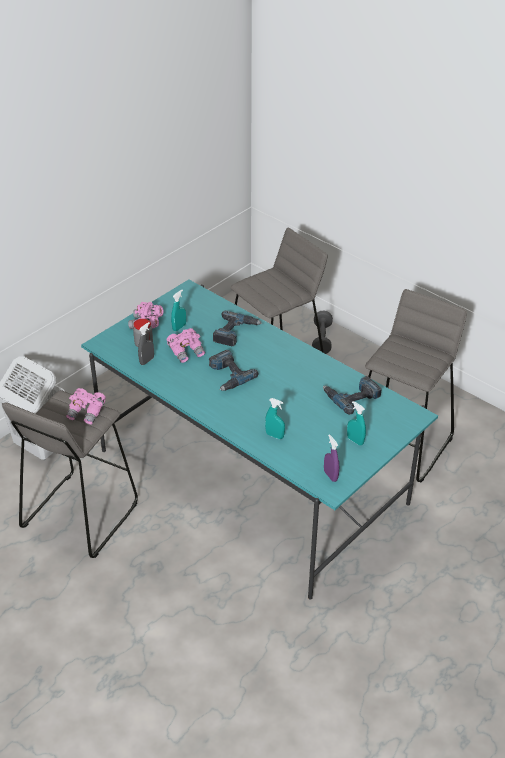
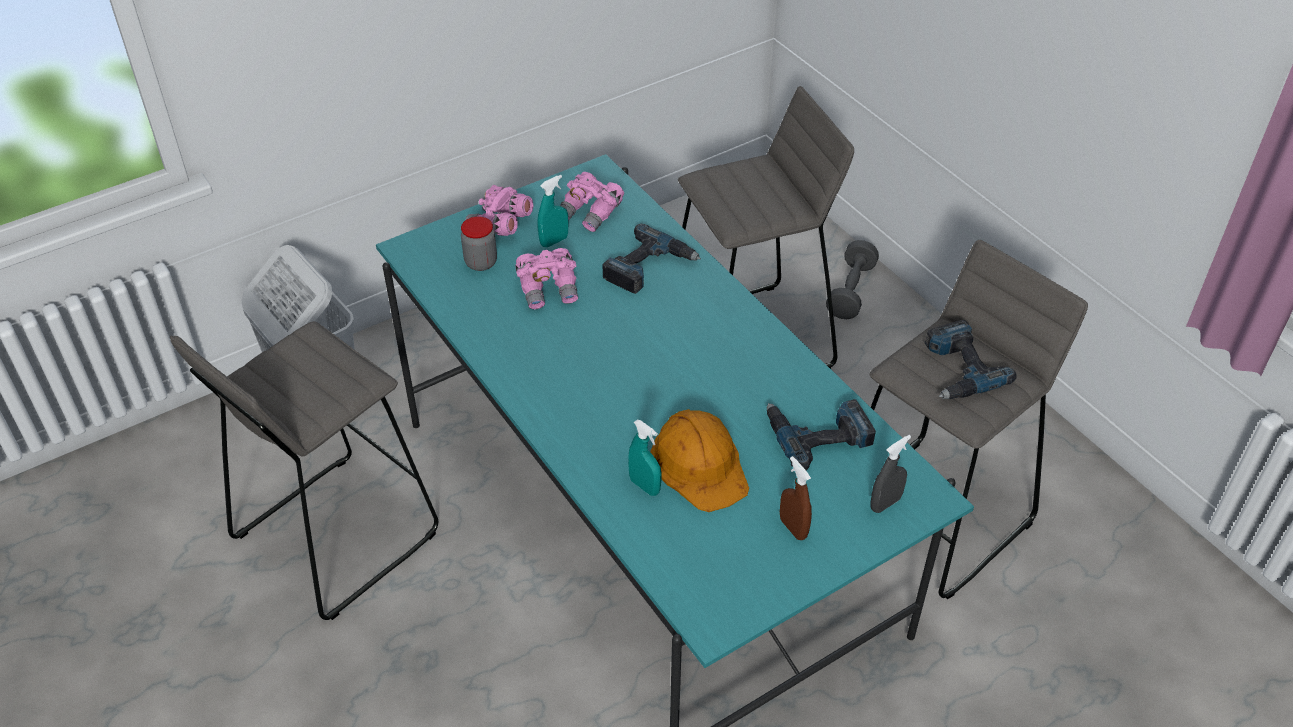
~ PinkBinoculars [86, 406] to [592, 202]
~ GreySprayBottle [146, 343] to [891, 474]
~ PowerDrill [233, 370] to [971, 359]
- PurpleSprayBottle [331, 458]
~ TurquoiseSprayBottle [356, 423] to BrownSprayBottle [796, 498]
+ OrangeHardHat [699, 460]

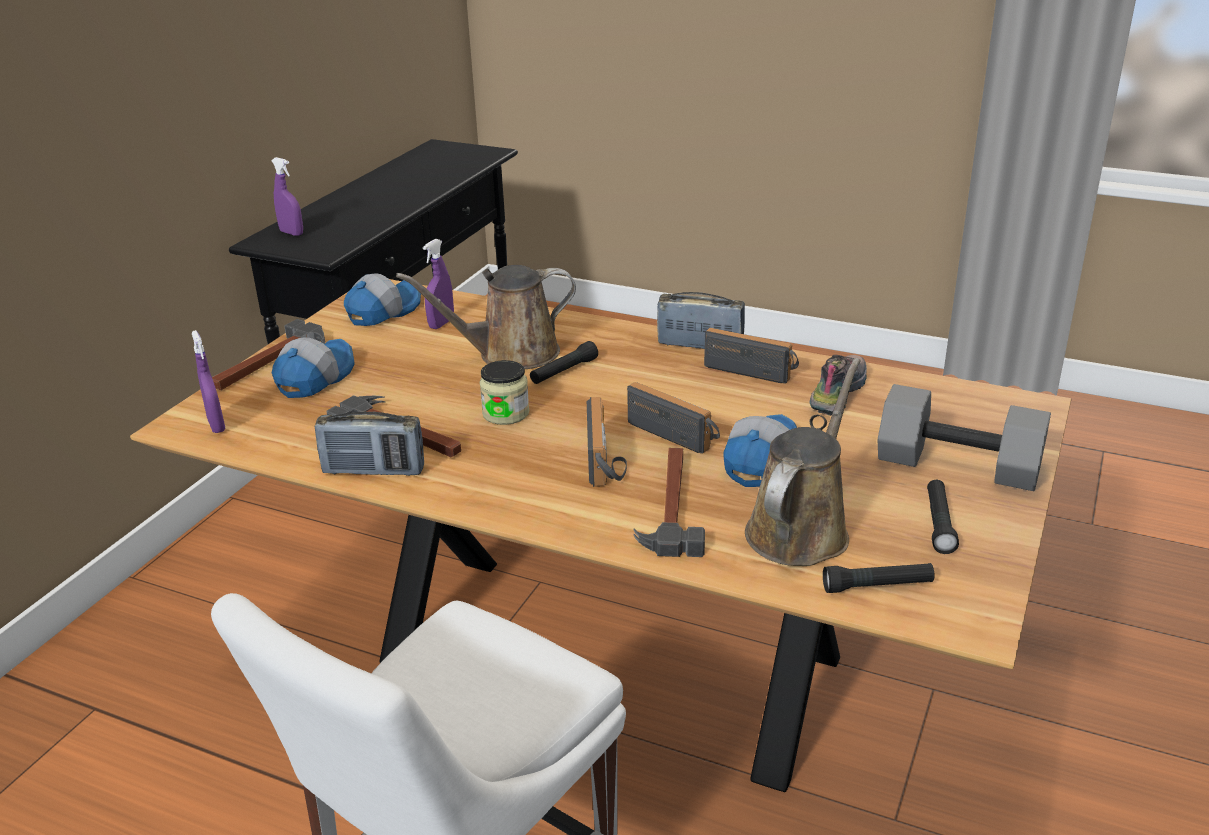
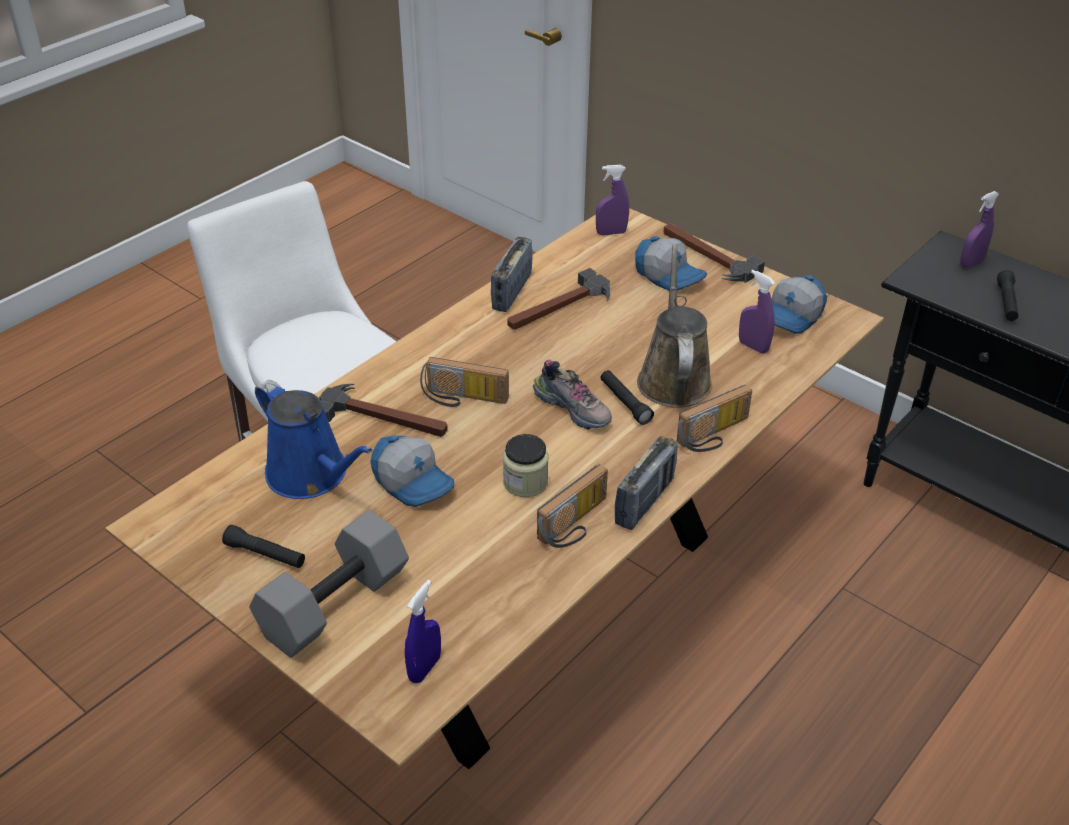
~ Cap [382, 299] = [799, 304] 75 degrees clockwise
~ Jar [504, 392] to [526, 465]
~ Radio [673, 418] to [714, 418]
~ BrownWateringCan [803, 462] to BlueWateringCan [313, 439]
~ Shoe [838, 385] to [572, 394]
~ BlackFlashlight [878, 578] to [1008, 295]
+ BlueSprayBottle [423, 631]

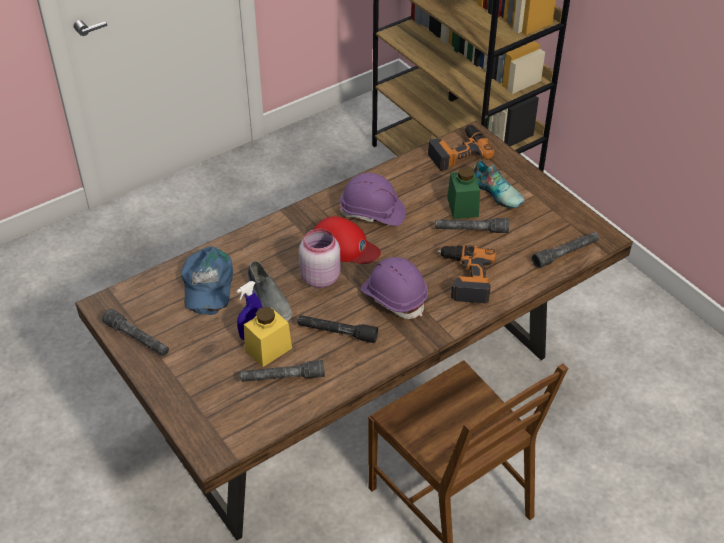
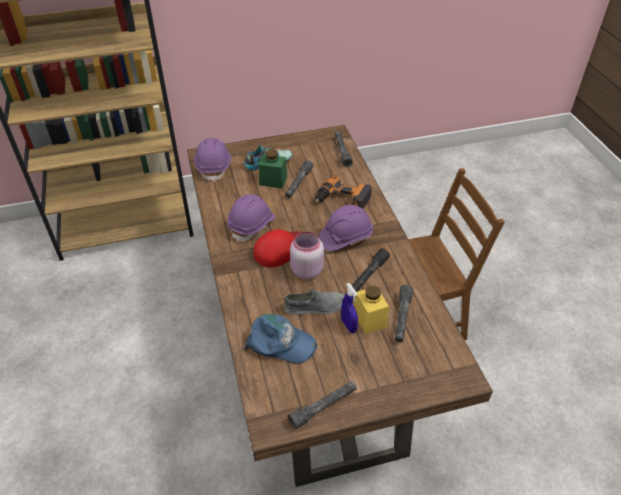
~ PowerDrill [461, 148] to PurpleHardHat [212, 160]

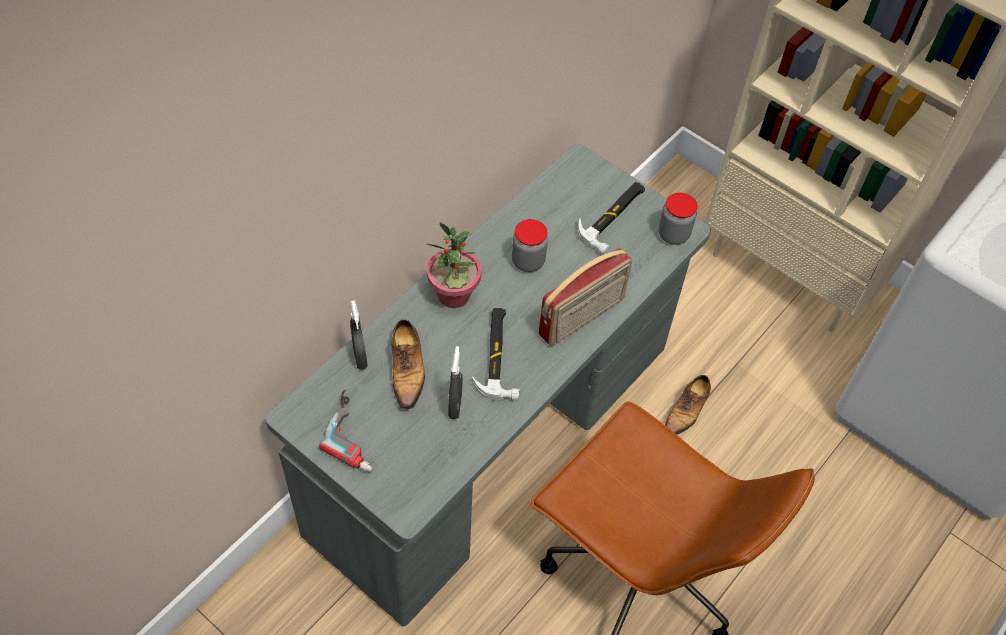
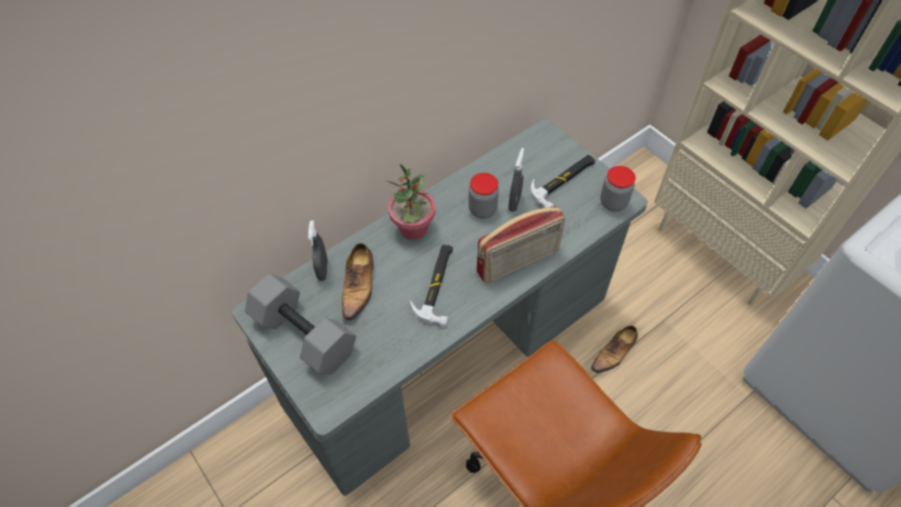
~ PowerDrill [346, 431] to GreyDumbbell [300, 324]
~ GreySprayBottle [455, 382] to [516, 180]

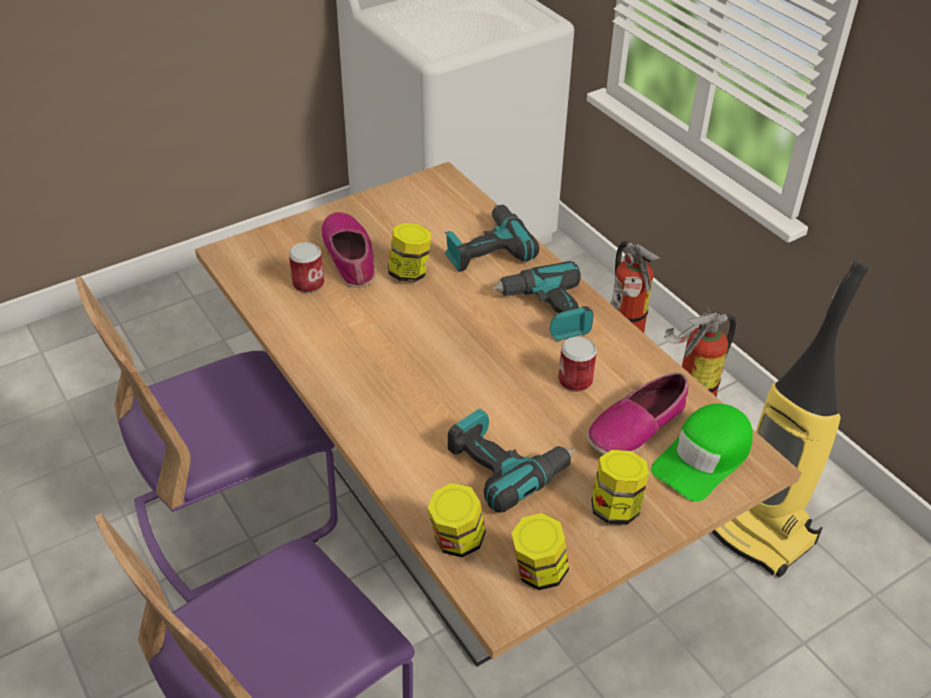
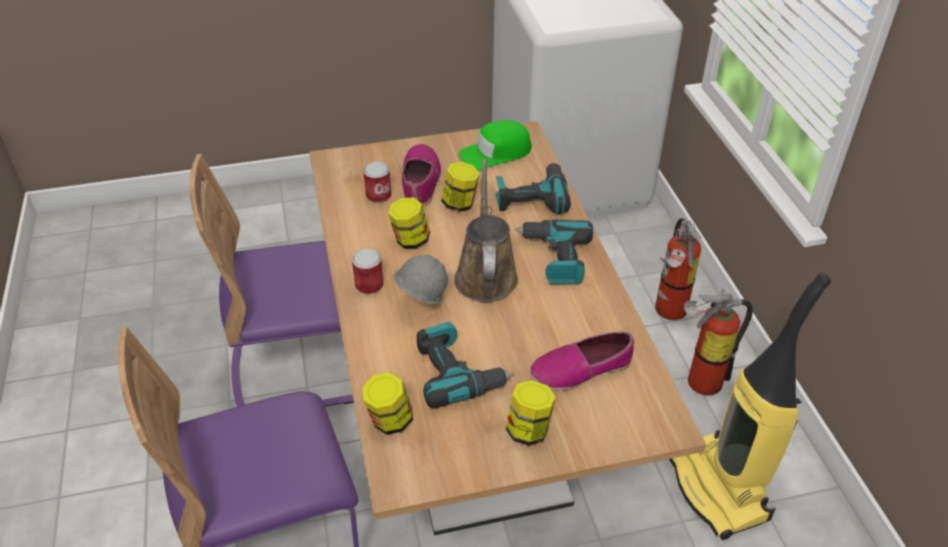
~ Jar [540, 551] to [409, 223]
~ Can [577, 364] to [368, 271]
~ GreenCap [702, 453] to [495, 145]
+ GreyHardHat [420, 279]
+ BrownWateringCan [486, 230]

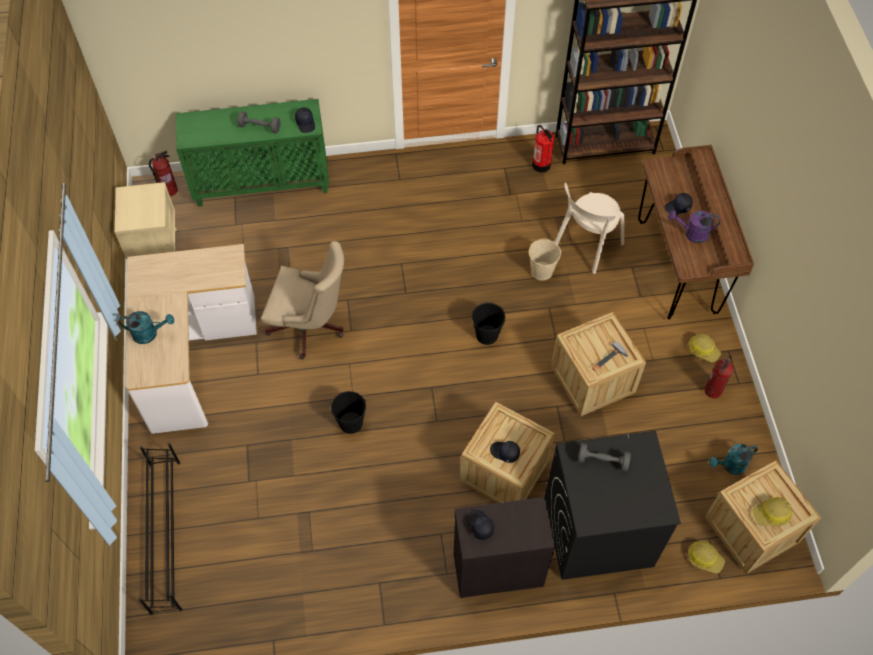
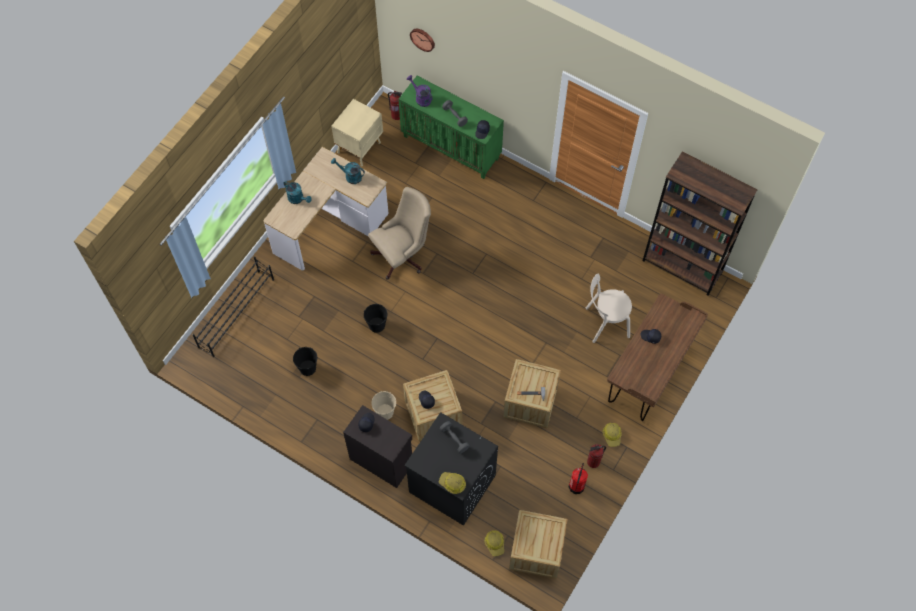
~ BeigeOfficeChair [302, 300] = [399, 233] 90 degrees counterclockwise
~ BlackBucket [488, 323] to [305, 361]
~ BeigeBucket [545, 260] to [383, 405]
~ FireExtinguisher [543, 148] to [578, 478]
~ PurpleWateringCan [694, 226] to [420, 91]
~ TurquoiseWateringCan [733, 459] to [348, 171]
~ HardHat [772, 511] to [452, 483]
+ WallClock [422, 40]

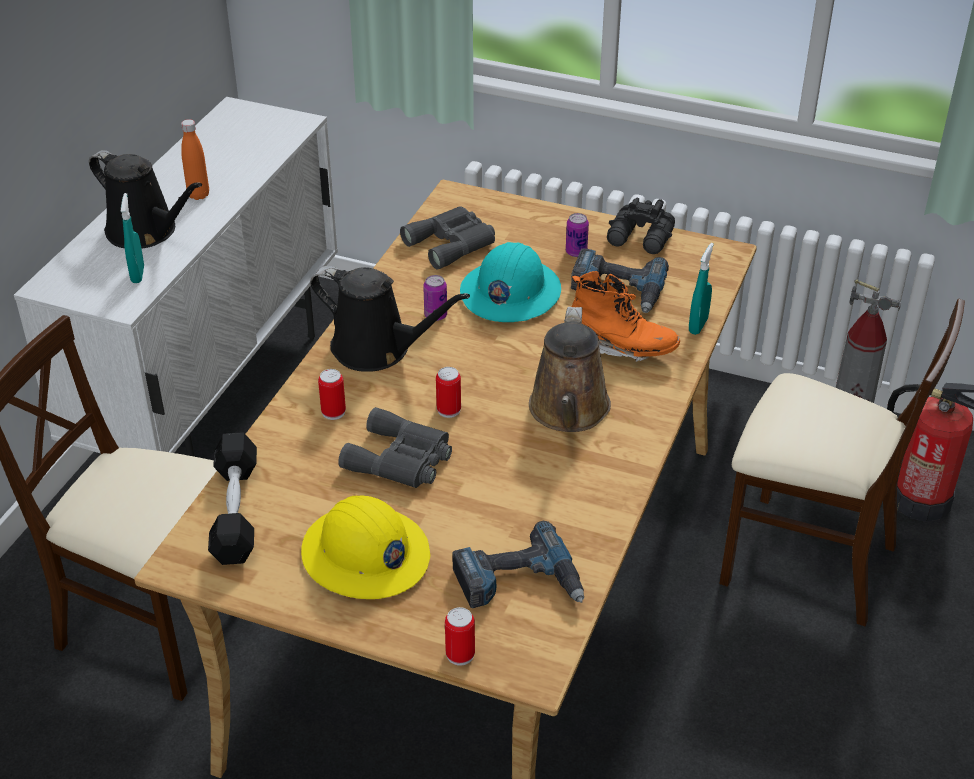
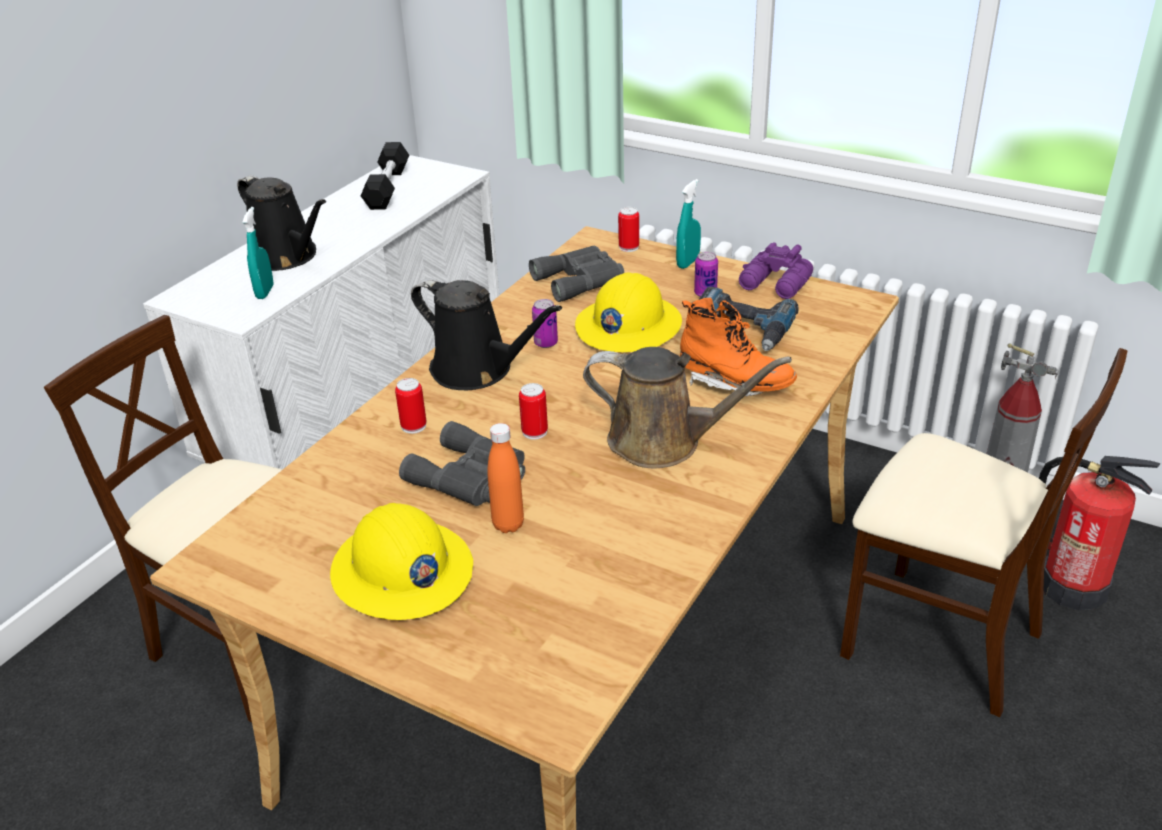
~ OrangeBottle [195, 159] to [505, 478]
~ BlackDumbbell [232, 498] to [385, 176]
~ Can [460, 636] to [628, 229]
- PowerDrill [518, 564]
~ TurquoiseHardHat [510, 282] to YellowHardHat [628, 312]
~ BrownWateringCan [570, 369] = [687, 407] 90 degrees counterclockwise
~ BlackBinoculars [641, 226] to PurpleBinoculars [776, 270]
~ TurquoiseSprayBottle [701, 289] to [688, 224]

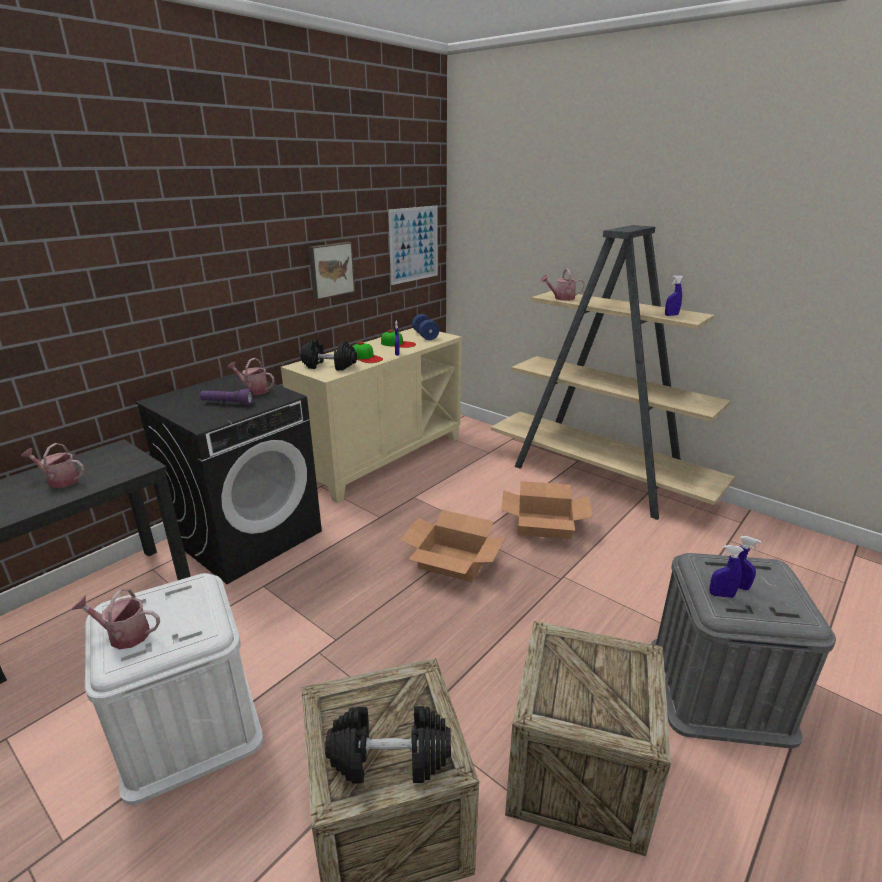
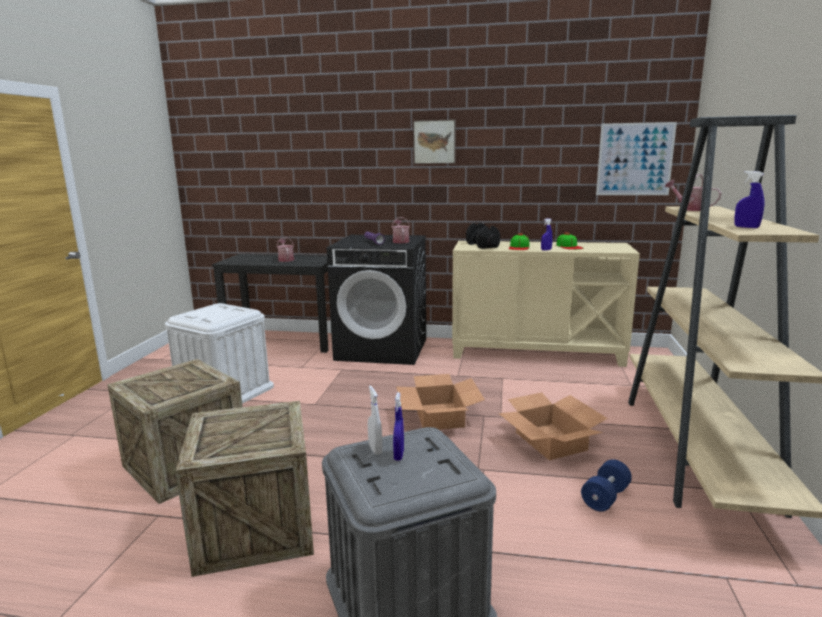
- WateringCan [116, 619]
~ Picture [332, 271] to [434, 141]
- BlackDumbbell [388, 745]
~ BlueDumbbell [425, 327] to [606, 485]
~ BlueSprayBottle [726, 571] to WhiteSprayBottle [375, 420]

